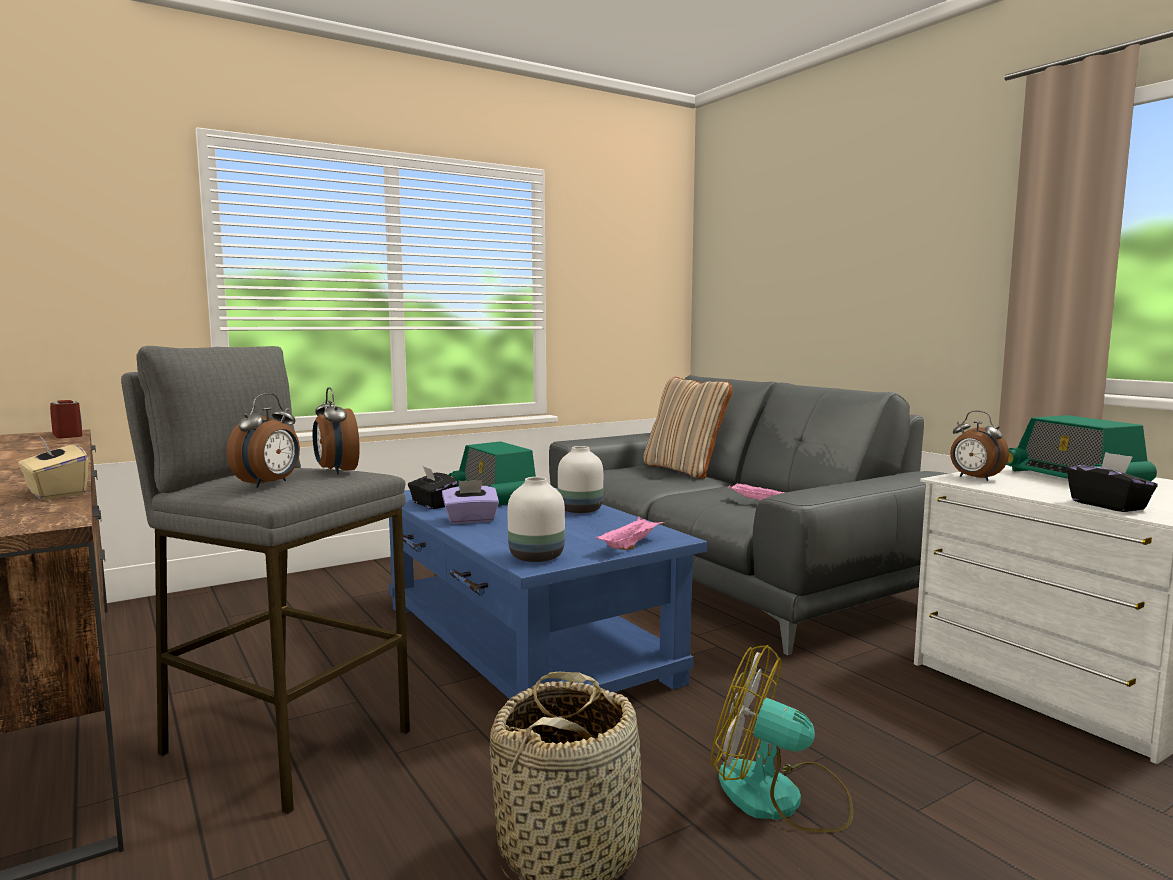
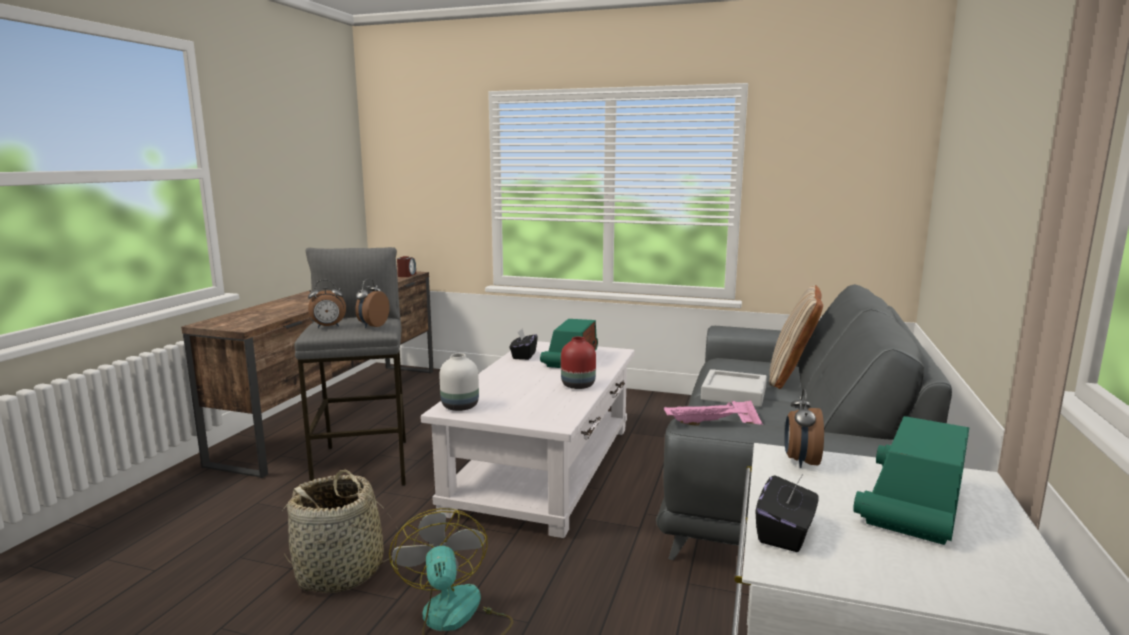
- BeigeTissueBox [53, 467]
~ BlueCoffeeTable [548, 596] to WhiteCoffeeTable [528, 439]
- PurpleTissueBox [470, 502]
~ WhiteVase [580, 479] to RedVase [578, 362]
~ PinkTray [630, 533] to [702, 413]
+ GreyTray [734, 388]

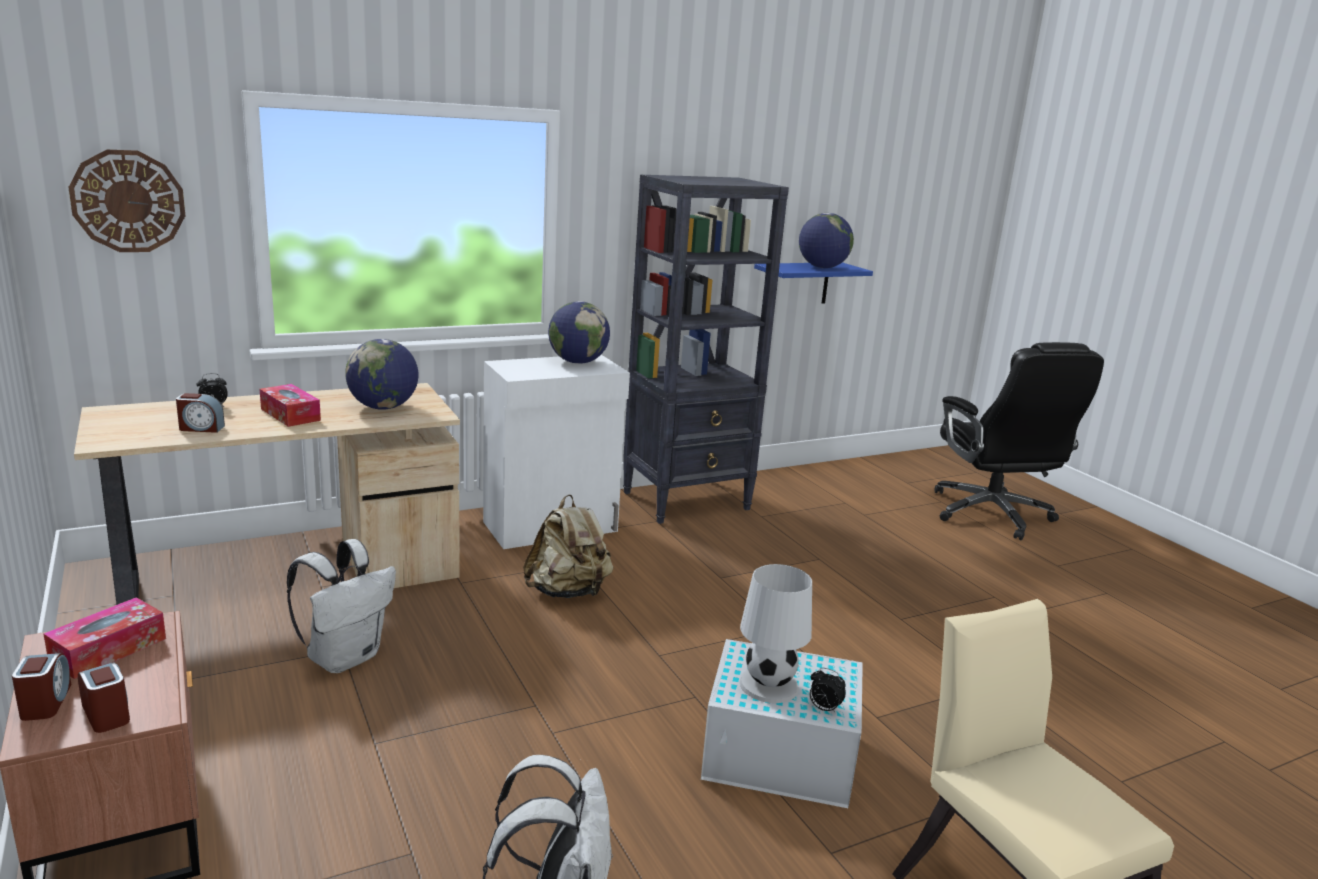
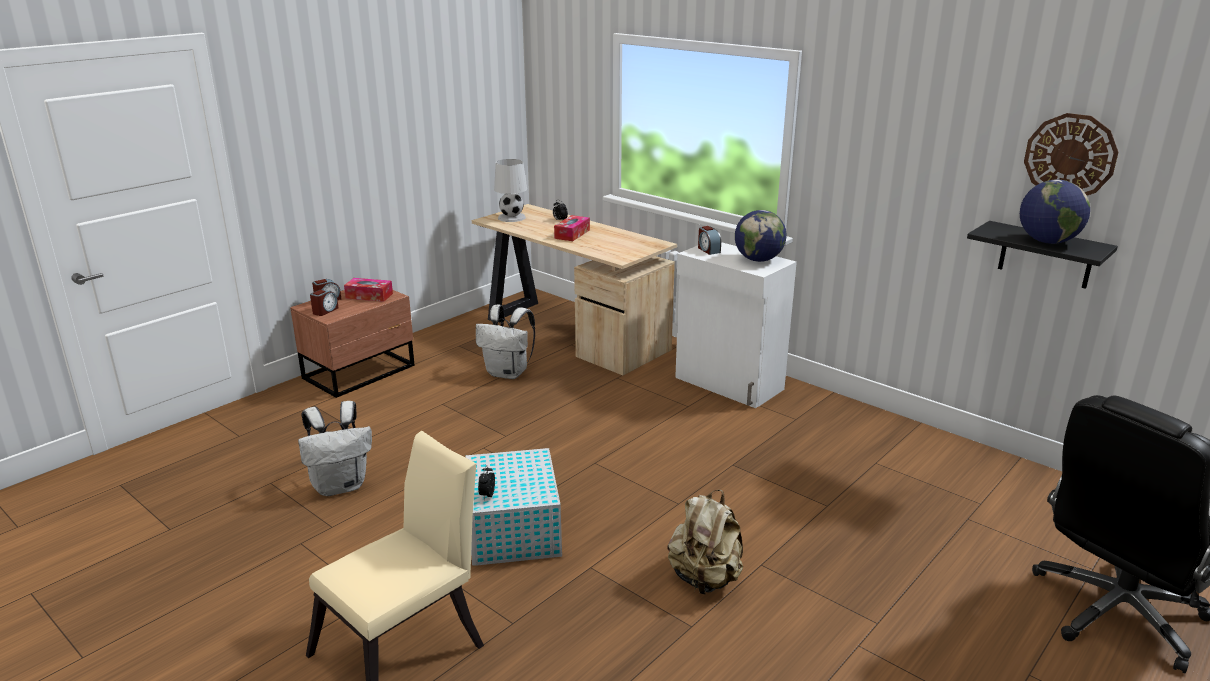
~ WallClock [126, 200] to [1071, 154]
~ AlarmClock [200, 413] to [709, 240]
- Globe [382, 374]
~ BeigeBackpack [568, 546] to [705, 542]
- BlackBookcase [706, 349]
~ WhiteTableLamp [776, 633] to [510, 190]
~ BlueShelf [813, 283] to BlackShelf [1042, 255]

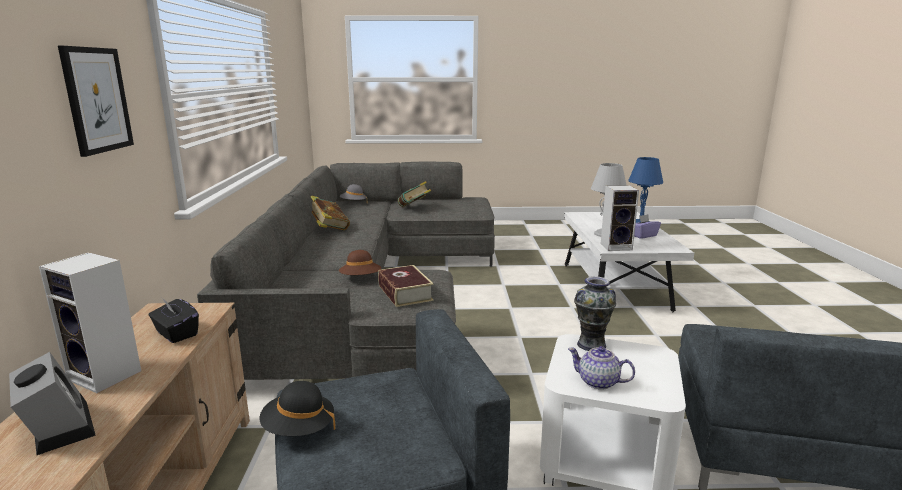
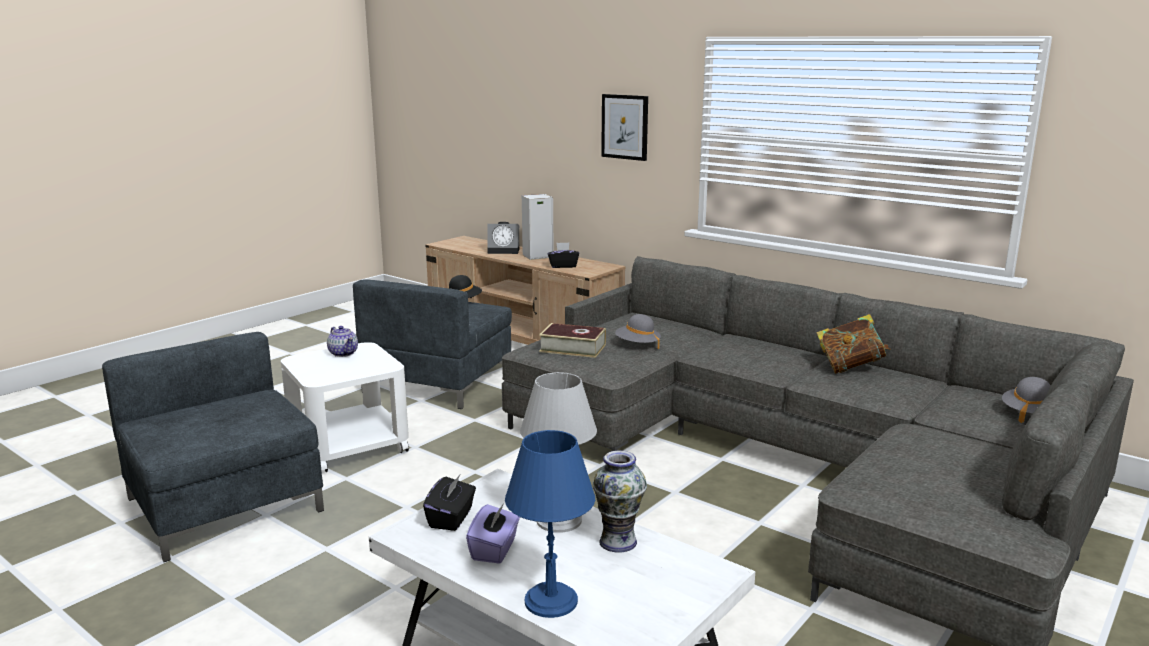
~ BrownHat [360, 262] to GreyHat [638, 331]
- Book [414, 194]
~ Teapot [601, 368] = [342, 341] 75 degrees clockwise
~ Vase [595, 313] to [620, 502]
- Speaker [620, 218]
+ BlackTissueBox [449, 503]

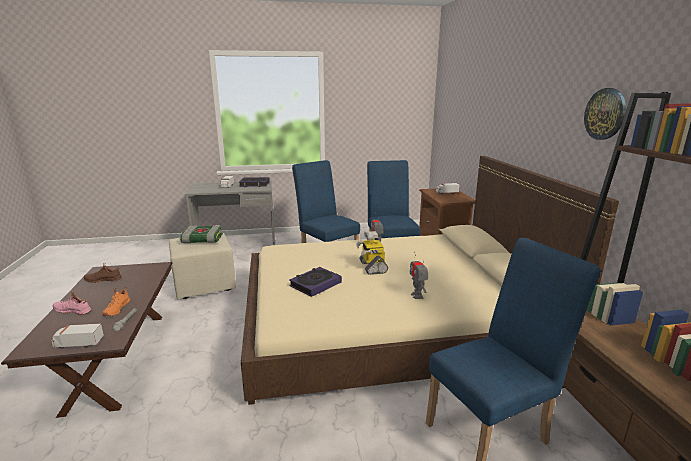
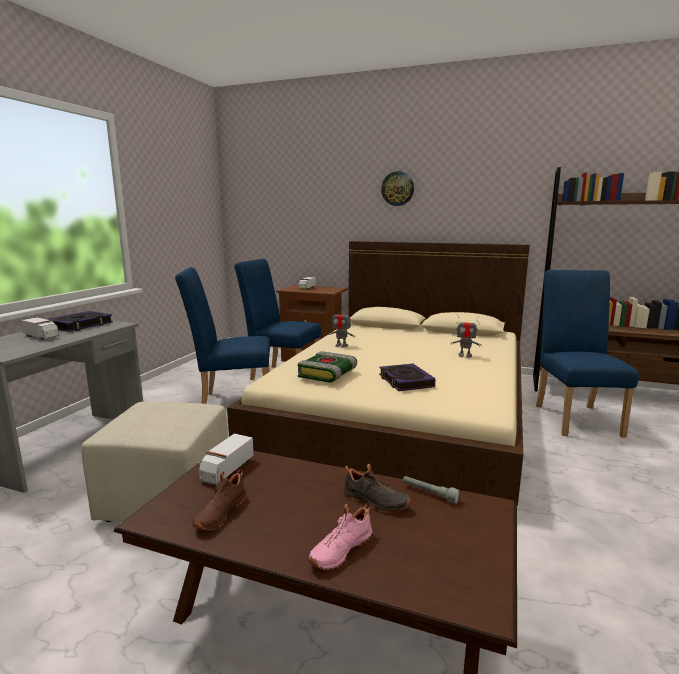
~ ToyTruck [78, 336] to [226, 459]
~ OrangeShoe [116, 301] to BlackShoe [377, 488]
~ Book [201, 234] to [327, 367]
- ToyRobot [372, 253]
~ WallClock [605, 114] to [397, 188]

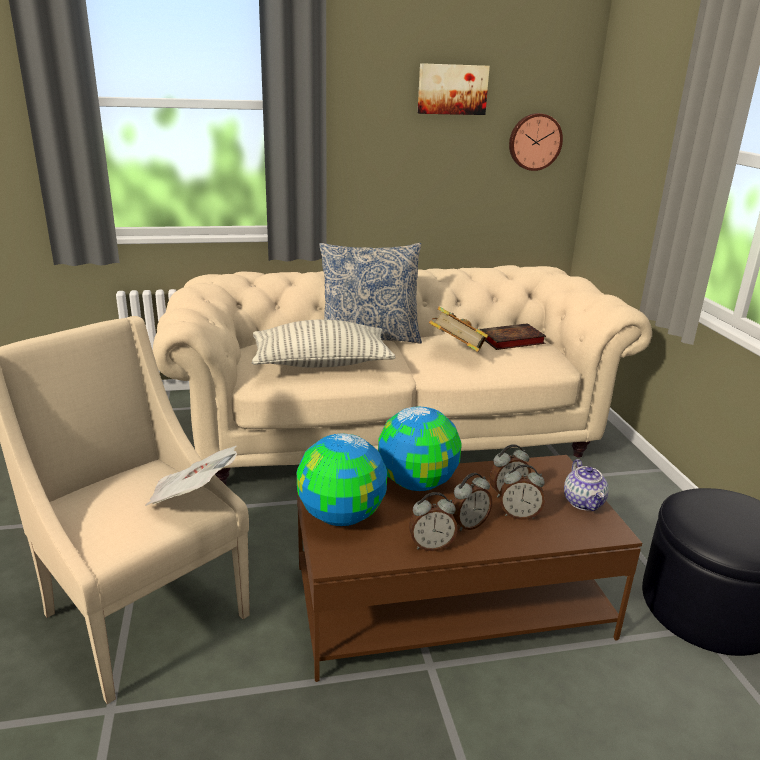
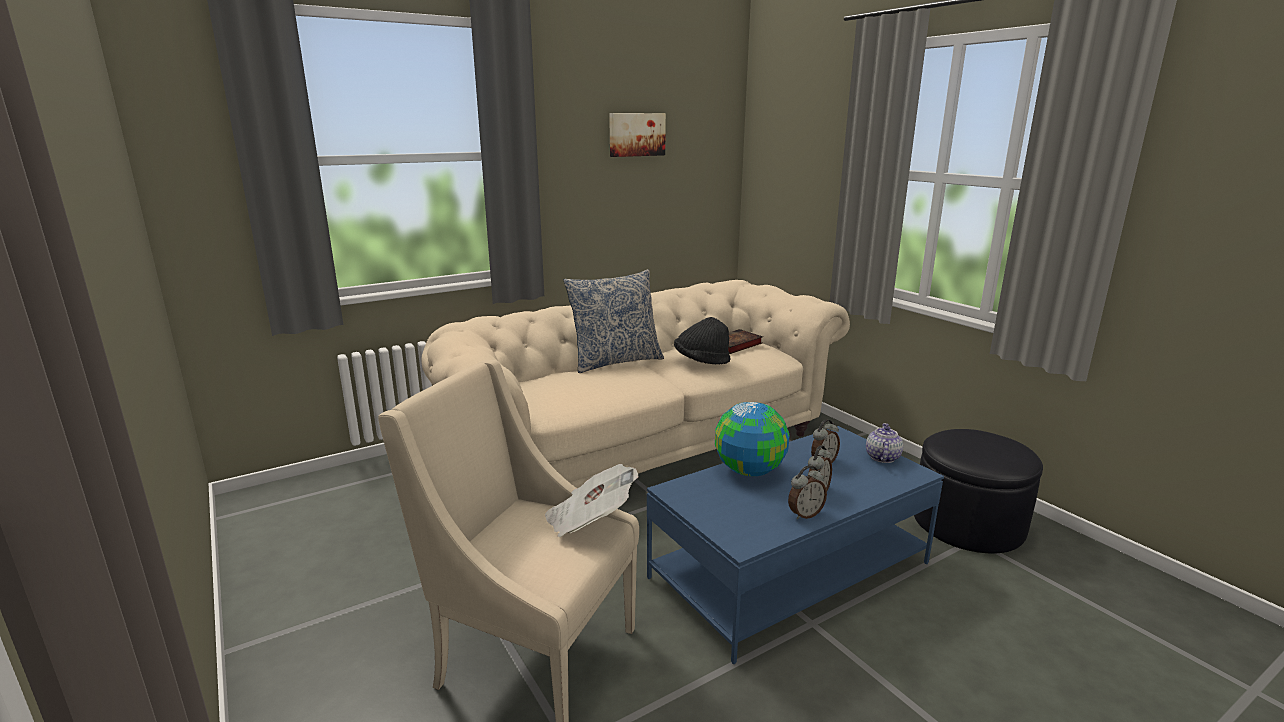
- Pillow [324, 344]
- Globe [342, 480]
~ BrownCoffeeTable [469, 568] to BlueCoffeeTable [795, 545]
~ Book [458, 329] to BlackHat [702, 340]
- AlarmClock [522, 492]
- WallClock [536, 142]
~ Teapot [586, 485] = [884, 443] 135 degrees counterclockwise

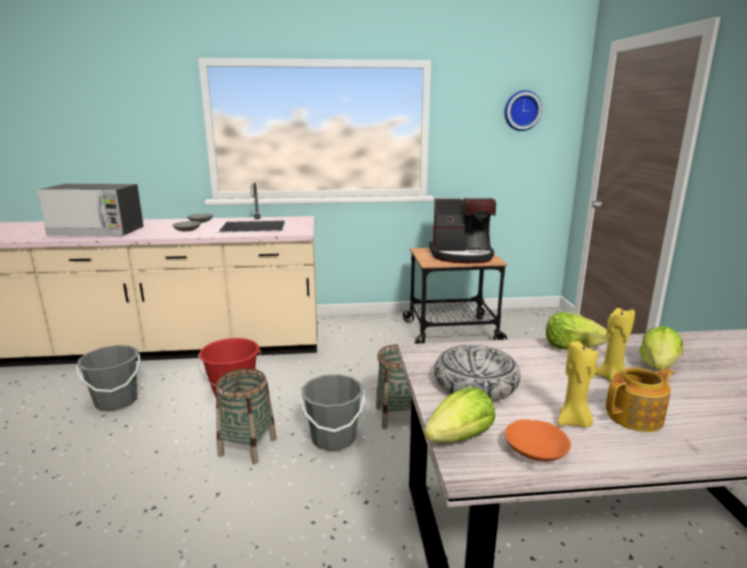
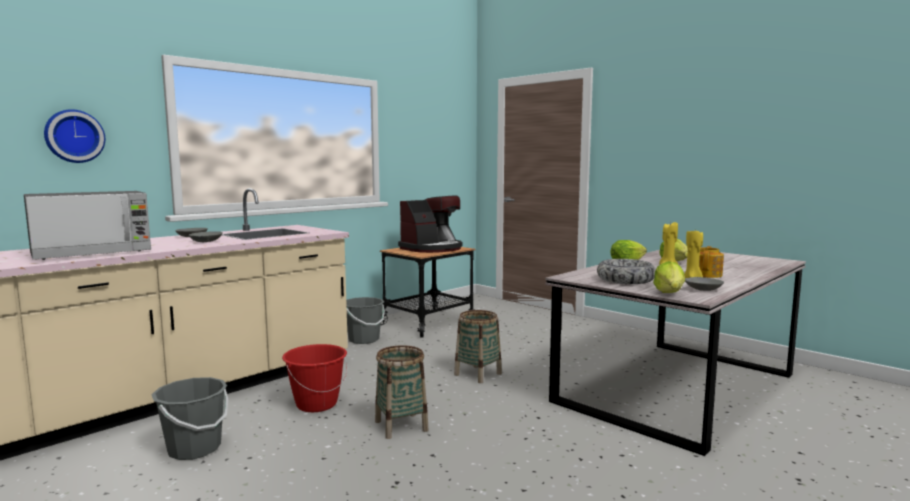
~ GreyBucket [332, 412] to [365, 320]
~ WallClock [523, 110] to [74, 136]
~ OrangeBowl [538, 440] to GreyBowl [704, 284]

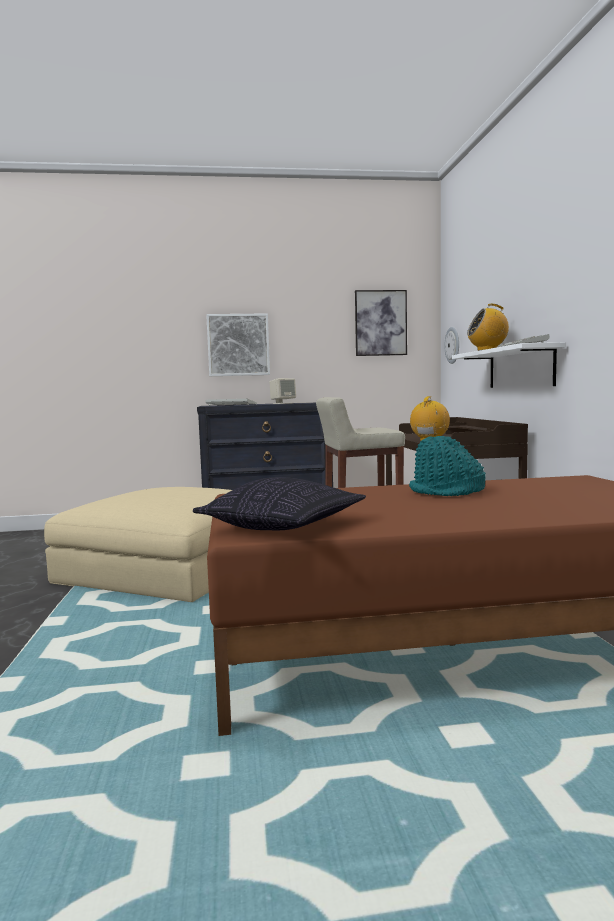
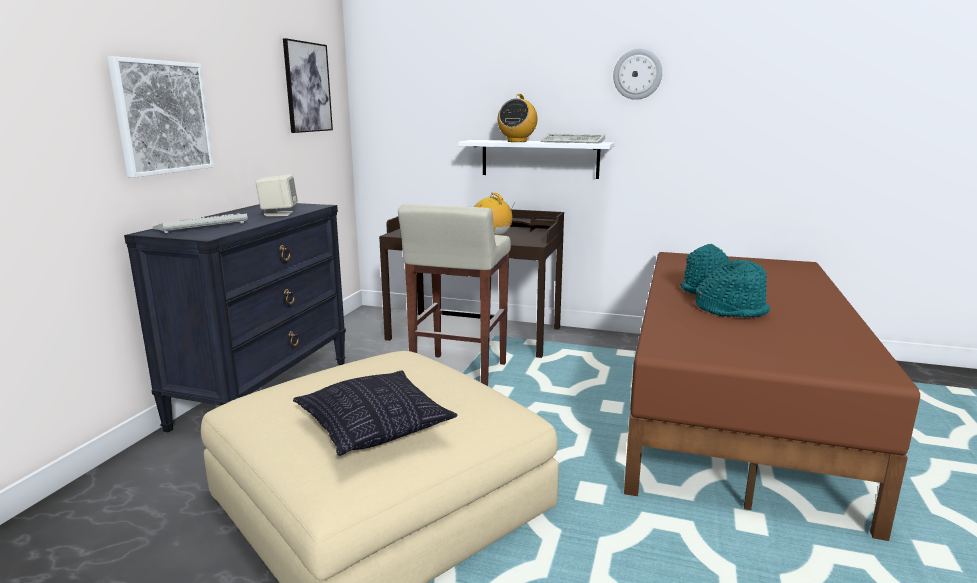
~ Pillow [279, 503] to [375, 413]
~ WallClock [451, 345] to [637, 74]
+ TurquoiseHat [732, 288]

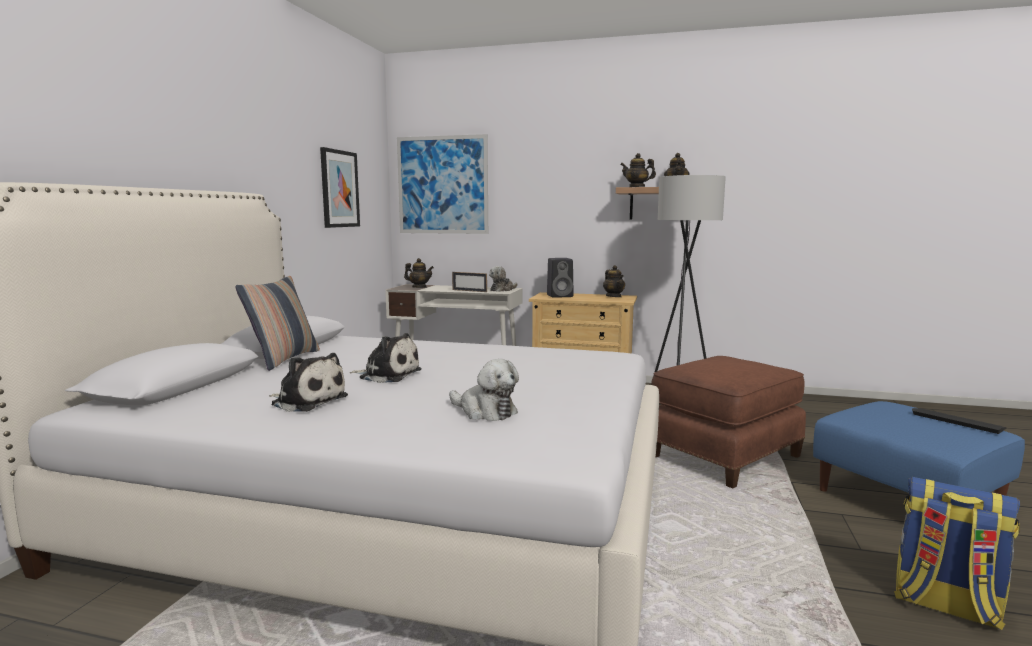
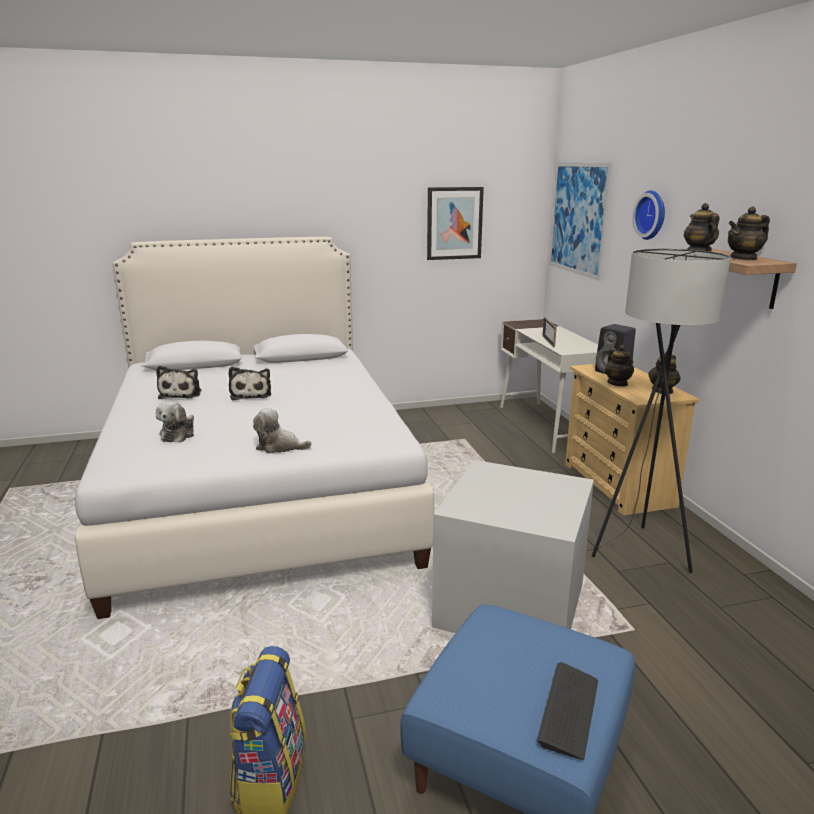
- Pillow [277, 323]
~ Teapot [419, 273] to [619, 365]
~ PlushToy [503, 279] to [282, 430]
~ BrownOttoman [728, 422] to GreyStorageBox [513, 546]
+ WallClock [648, 215]

